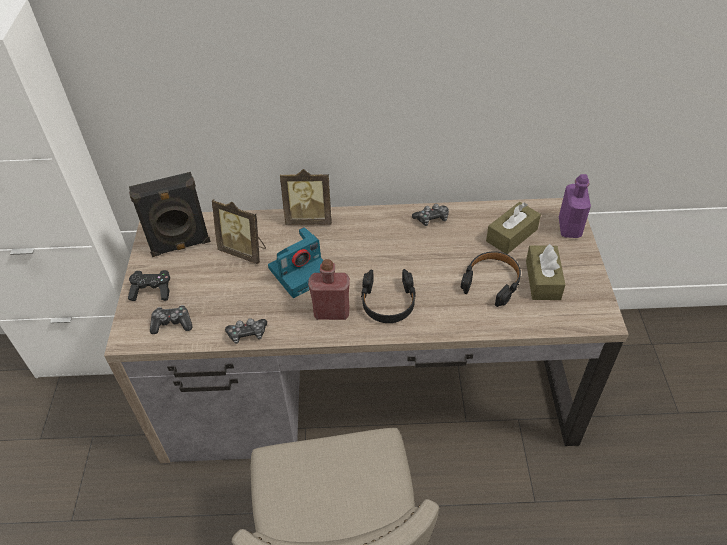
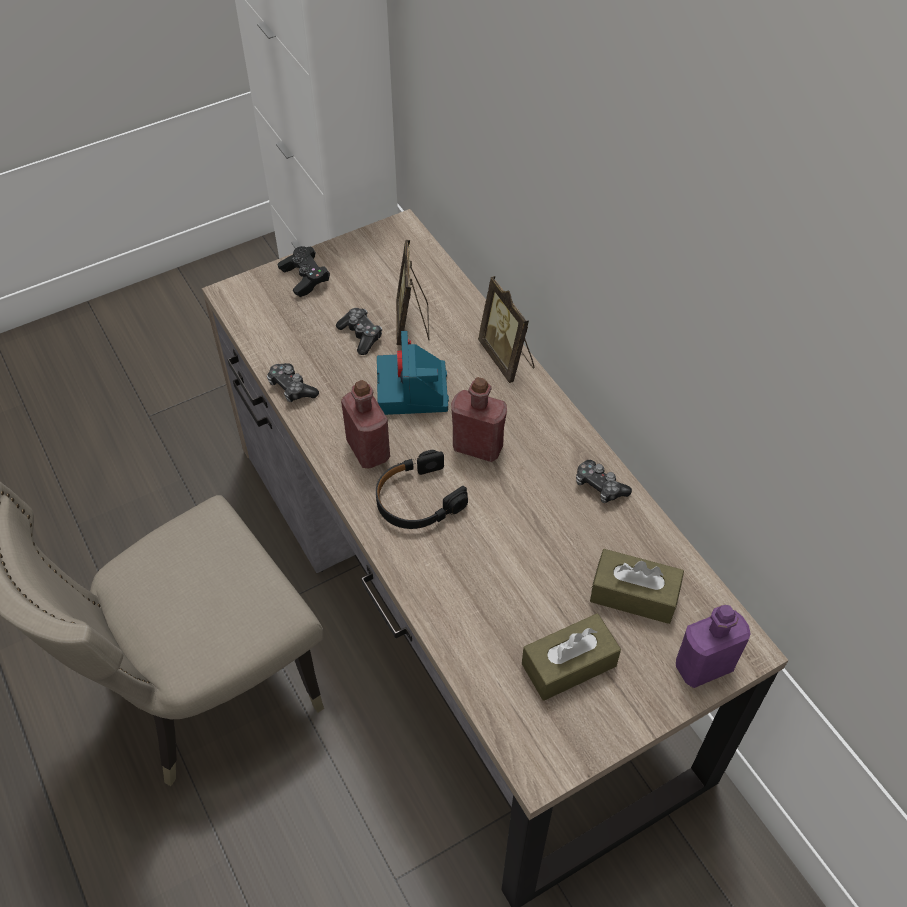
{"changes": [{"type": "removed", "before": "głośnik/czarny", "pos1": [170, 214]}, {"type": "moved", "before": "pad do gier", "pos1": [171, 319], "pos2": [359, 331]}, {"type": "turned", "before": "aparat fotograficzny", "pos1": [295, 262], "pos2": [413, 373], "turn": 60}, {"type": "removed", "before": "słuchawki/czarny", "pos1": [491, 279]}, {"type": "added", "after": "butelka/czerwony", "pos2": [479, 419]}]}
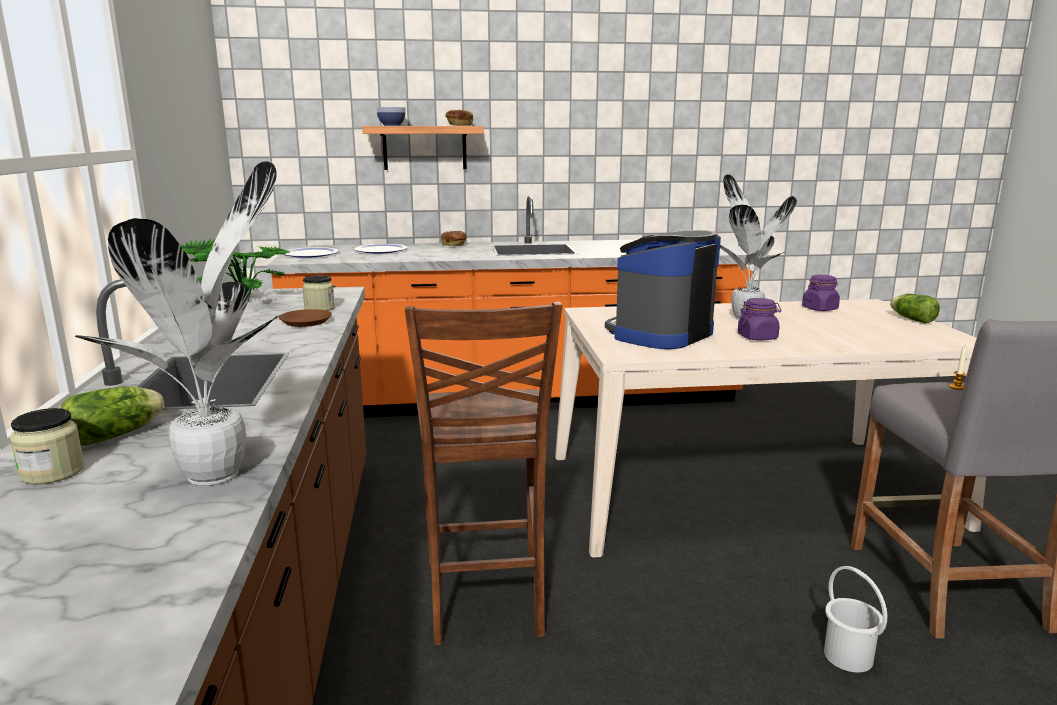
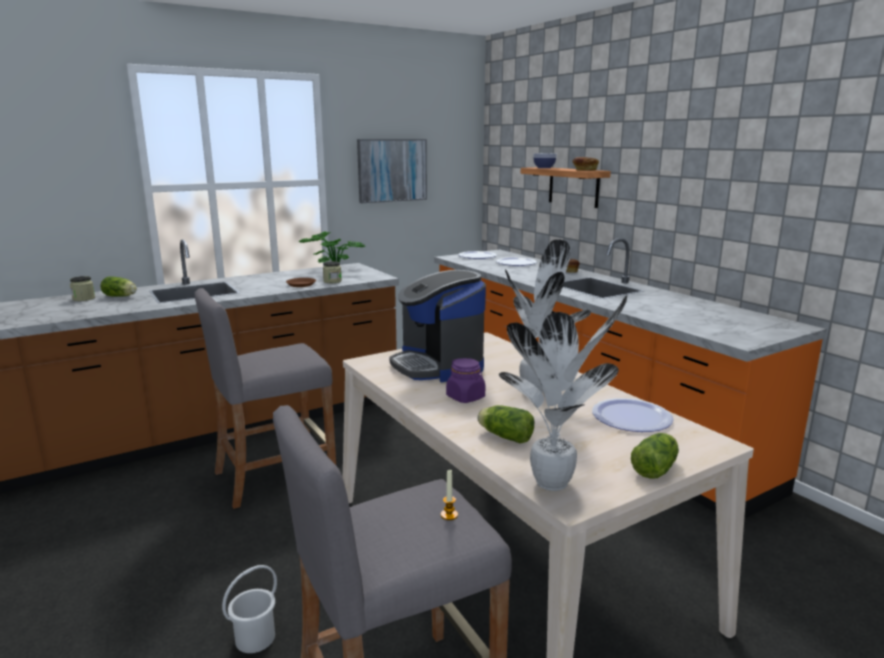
{"changes": [{"type": "moved", "before": "roślina doniczkowa", "pos1": [177, 323], "pos2": [563, 393]}, {"type": "replaced", "before": "krzesło/brązowy", "after": "stołek/szary", "pos1": [483, 474], "pos2": [265, 398]}, {"type": "turned", "before": "ekspres do kawy", "pos1": [663, 289], "pos2": [437, 326], "turn": -135}, {"type": "replaced", "before": "słoik/fioletowy", "after": "talerz", "pos1": [821, 293], "pos2": [633, 415]}, {"type": "added", "after": "obraz", "pos2": [392, 171]}, {"type": "added", "after": "sałata", "pos2": [505, 424]}]}
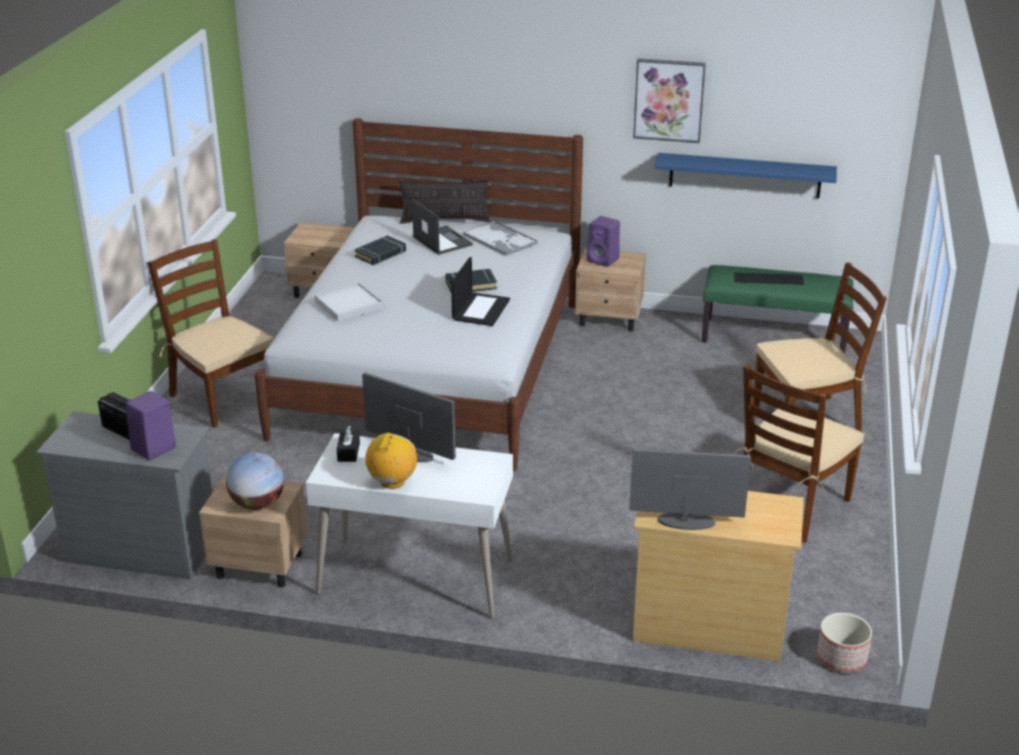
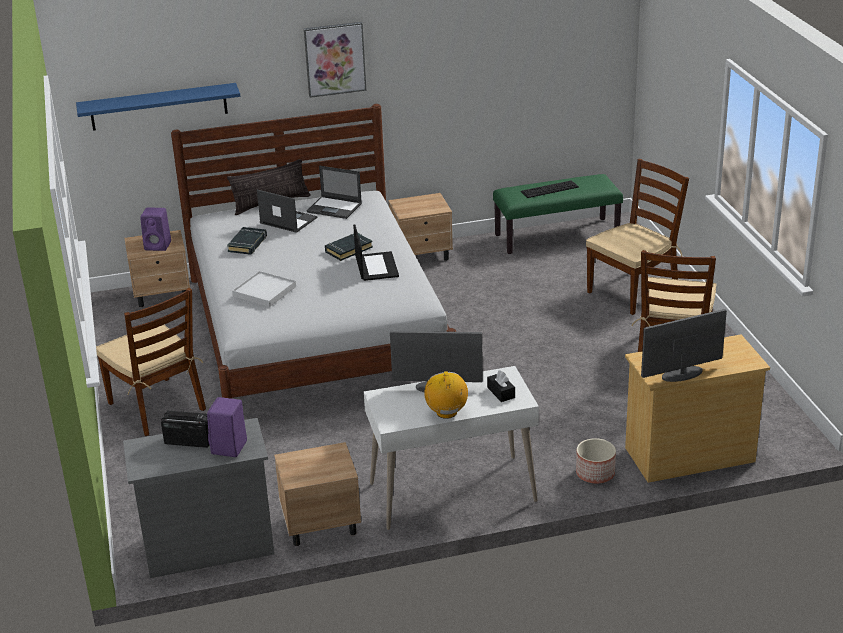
{"changes": [{"type": "turned", "before": "krzesło/brązowy", "pos1": [210, 333], "pos2": [151, 362], "turn": -150}, {"type": "removed", "before": "globus", "pos1": [255, 481]}, {"type": "moved", "before": "pudełko chusteczek/czarny", "pos1": [348, 444], "pos2": [501, 386]}, {"type": "replaced", "before": "taca", "after": "laptop", "pos1": [500, 238], "pos2": [334, 192]}, {"type": "moved", "before": "głośnik/fioletowy", "pos1": [603, 241], "pos2": [155, 229]}, {"type": "moved", "before": "obraz", "pos1": [669, 101], "pos2": [335, 60]}, {"type": "moved", "before": "półka/niebieski", "pos1": [745, 176], "pos2": [158, 107]}, {"type": "moved", "before": "donica", "pos1": [844, 643], "pos2": [596, 460]}]}
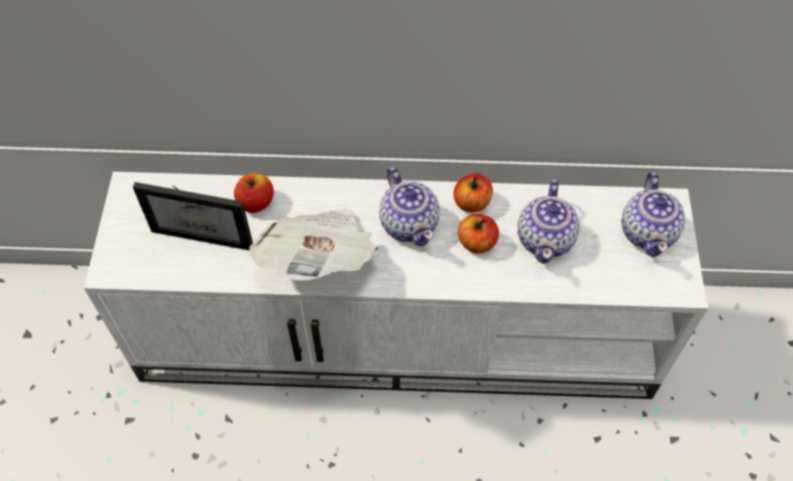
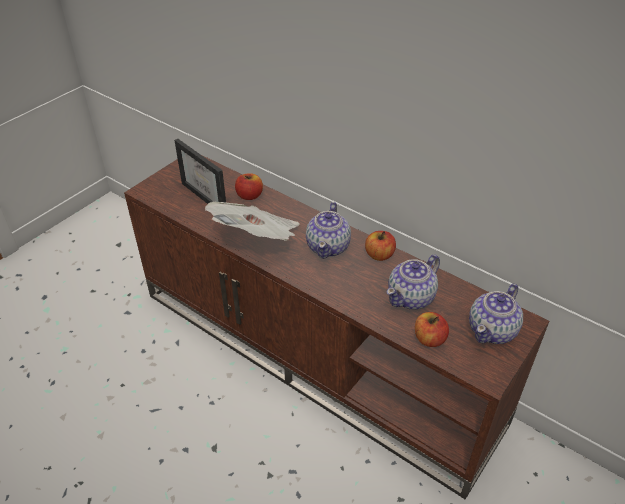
{"changes": [{"type": "recoloured", "before": "szafka pod telewizor/biały", "after": "szafka pod telewizor/brązowy", "pos1": [396, 285], "pos2": [336, 326]}, {"type": "moved", "before": "jabłko", "pos1": [478, 233], "pos2": [432, 329]}]}
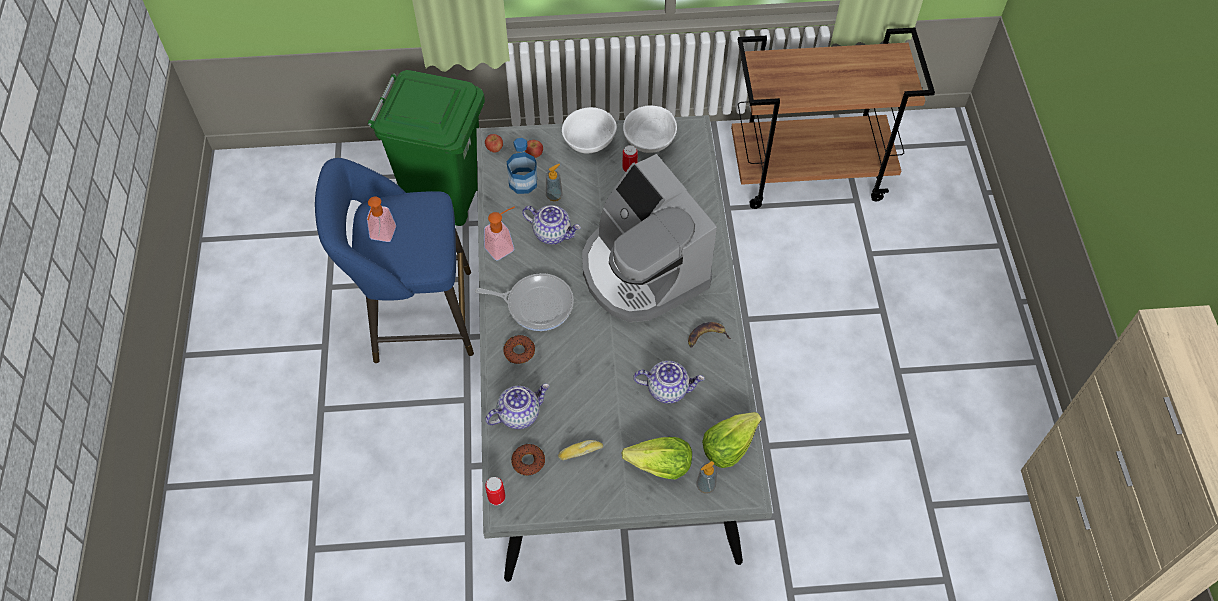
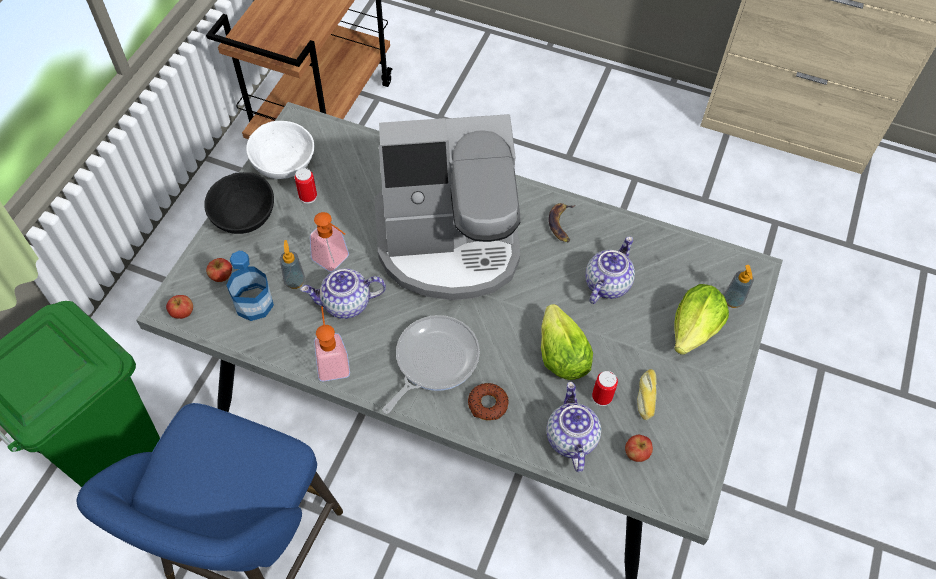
{"changes": [{"type": "moved", "before": "dozownik mydła", "pos1": [381, 219], "pos2": [329, 242]}, {"type": "moved", "before": "puszka", "pos1": [495, 491], "pos2": [605, 388]}, {"type": "replaced", "before": "donut", "after": "jabłko", "pos1": [528, 459], "pos2": [639, 448]}, {"type": "turned", "before": "imbryk", "pos1": [551, 224], "pos2": [343, 293], "turn": -150}, {"type": "recoloured", "before": "miska/biały", "after": "miska/czarny", "pos1": [589, 130], "pos2": [239, 203]}, {"type": "moved", "before": "sałata", "pos1": [732, 440], "pos2": [567, 342]}]}
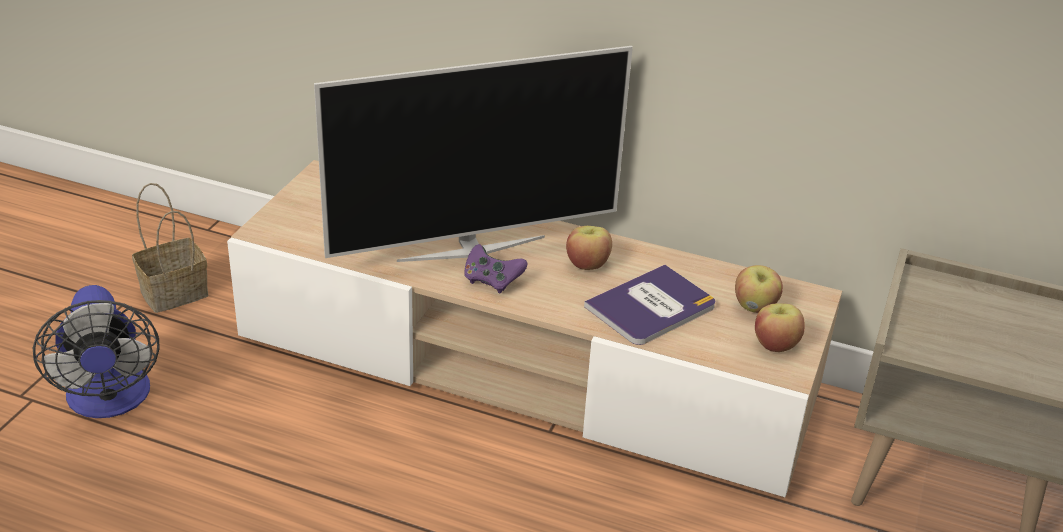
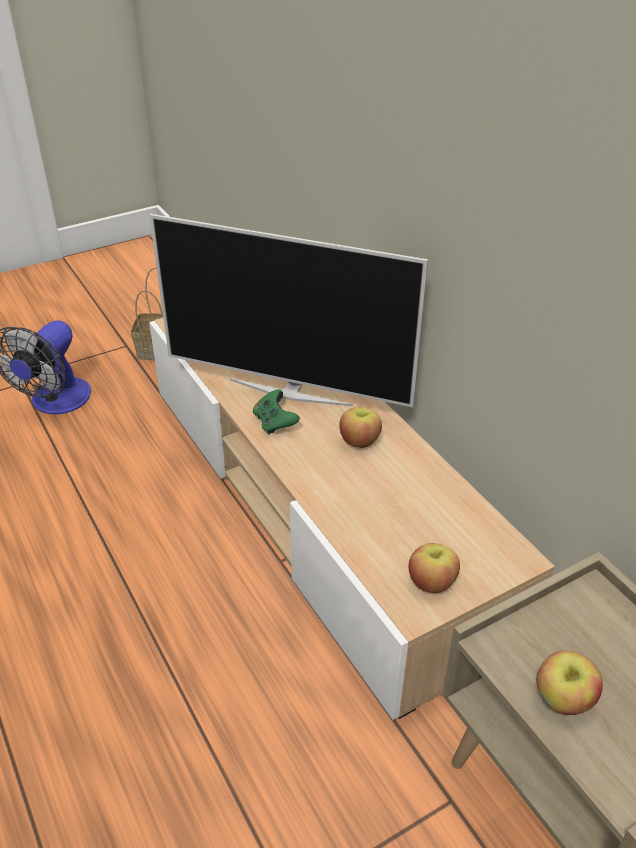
{"changes": [{"type": "recoloured", "before": "pad do gier/fioletowy", "after": "pad do gier/zielony", "pos1": [495, 269], "pos2": [276, 411]}, {"type": "removed", "before": "książka", "pos1": [649, 305]}, {"type": "moved", "before": "jabłko", "pos1": [759, 289], "pos2": [569, 683]}]}
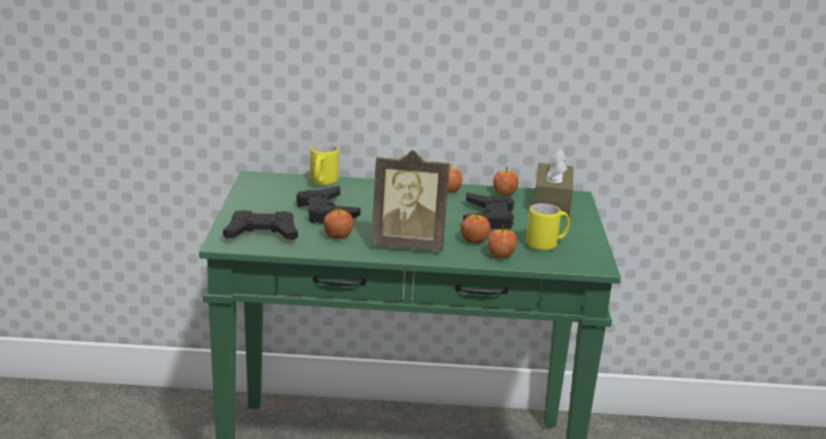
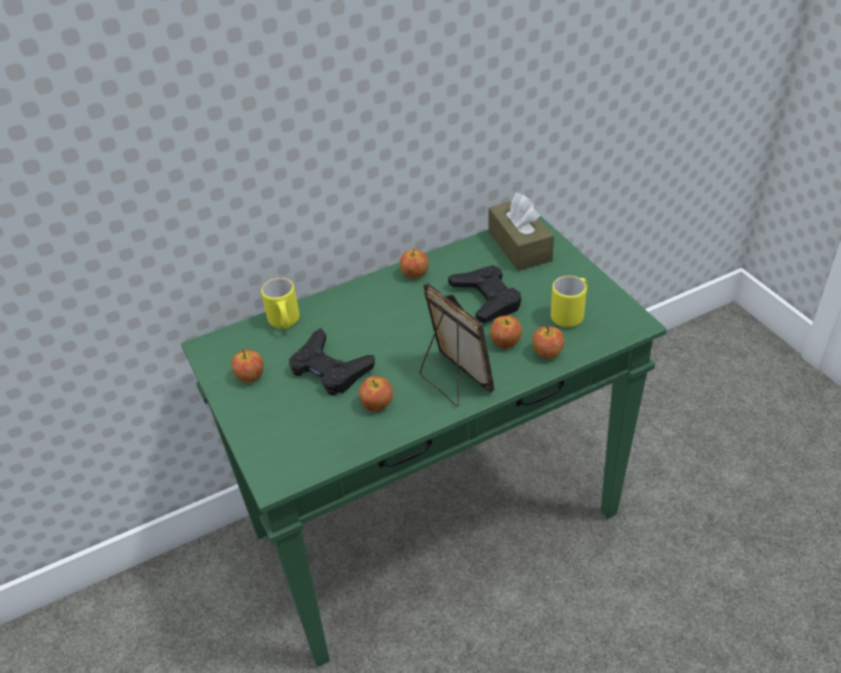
{"changes": [{"type": "removed", "before": "pad do gier/czarny", "pos1": [260, 225]}, {"type": "turned", "before": "ramka na zdjęcie", "pos1": [410, 200], "pos2": [457, 344], "turn": -105}, {"type": "moved", "before": "jabłko", "pos1": [506, 181], "pos2": [247, 366]}]}
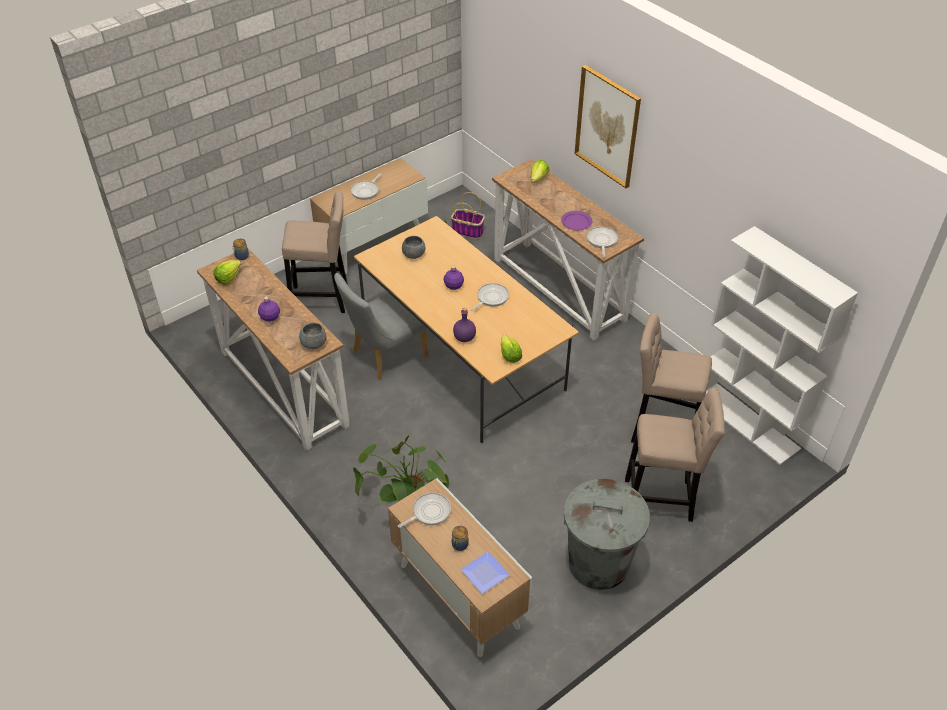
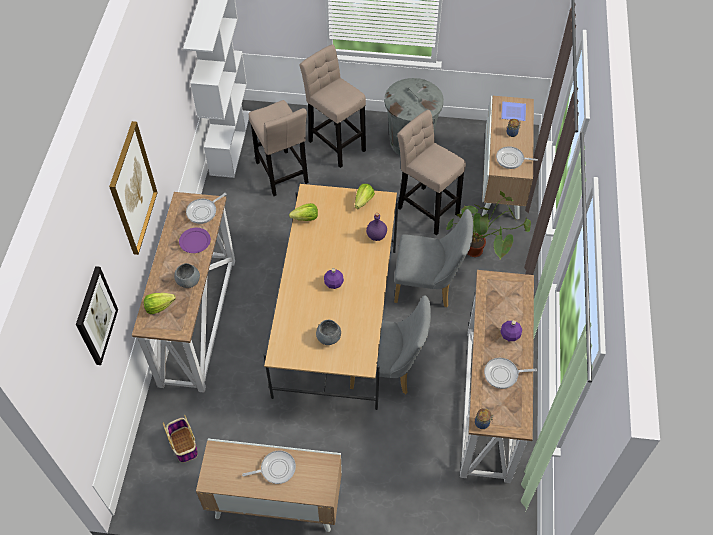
{"changes": [{"type": "moved", "before": "sałata", "pos1": [227, 272], "pos2": [303, 212]}, {"type": "moved", "before": "stołek/beżowy", "pos1": [315, 252], "pos2": [431, 172]}, {"type": "moved", "before": "miska/szary", "pos1": [313, 336], "pos2": [187, 275]}, {"type": "moved", "before": "patelnia", "pos1": [490, 297], "pos2": [510, 373]}, {"type": "added", "after": "obraz", "pos2": [97, 315]}, {"type": "added", "after": "krzesło/szary", "pos2": [433, 258]}]}
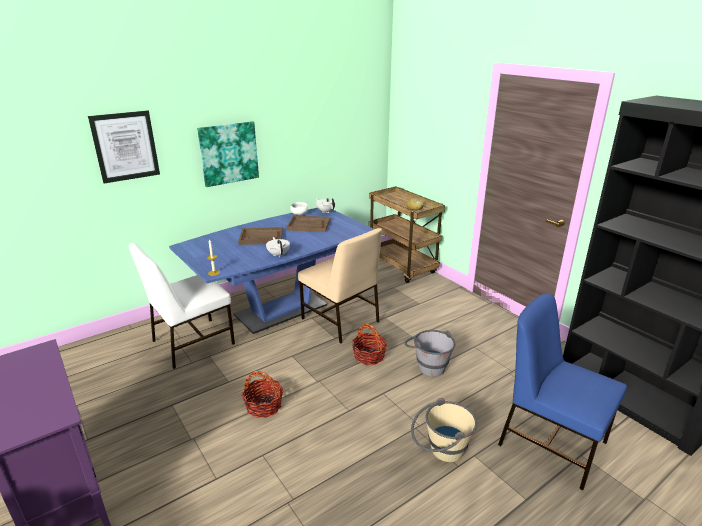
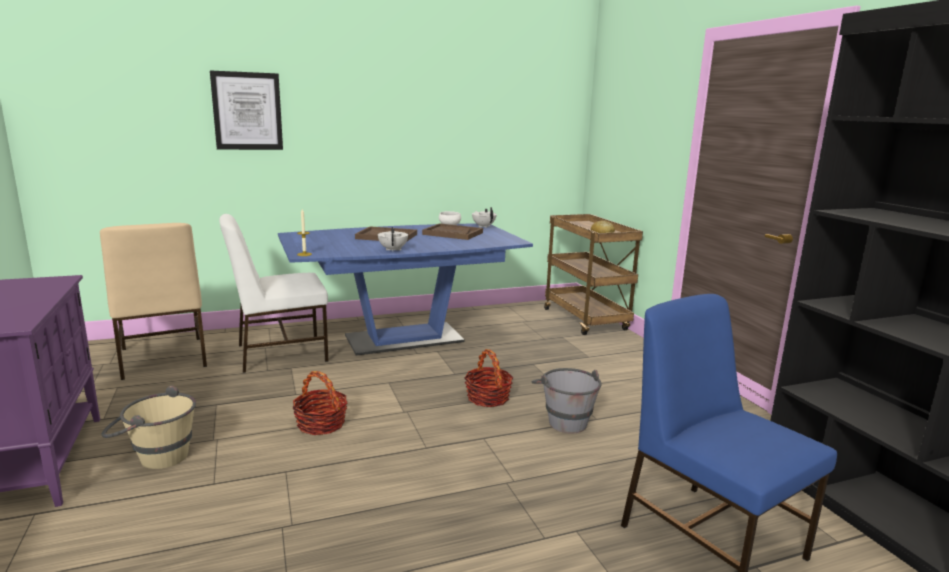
{"changes": [{"type": "removed", "before": "obraz", "pos1": [228, 154]}, {"type": "moved", "before": "krzesło/beżowy", "pos1": [340, 285], "pos2": [153, 301]}, {"type": "moved", "before": "wiadro/beżowy", "pos1": [444, 430], "pos2": [149, 427]}]}
